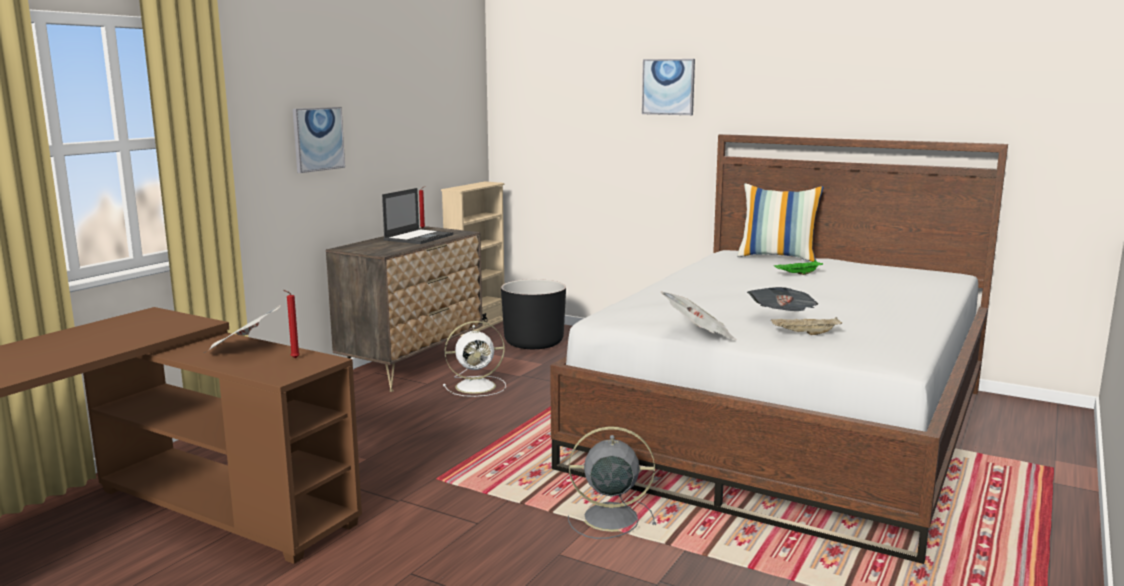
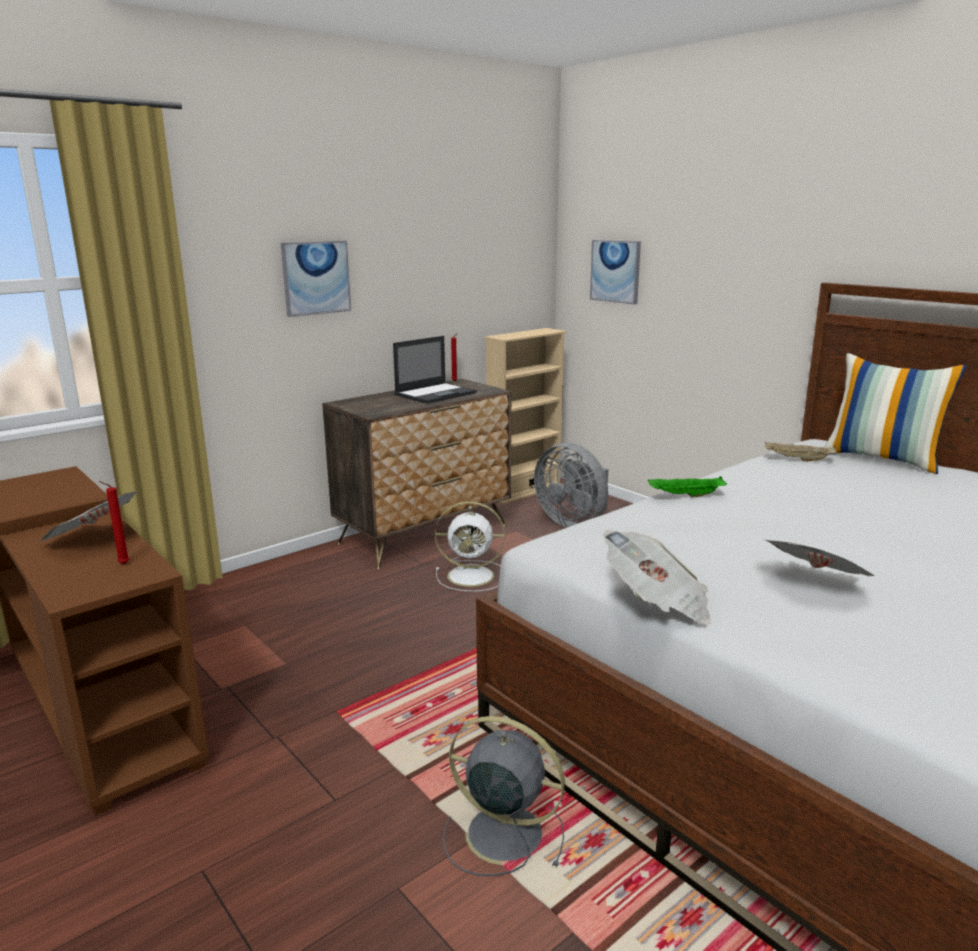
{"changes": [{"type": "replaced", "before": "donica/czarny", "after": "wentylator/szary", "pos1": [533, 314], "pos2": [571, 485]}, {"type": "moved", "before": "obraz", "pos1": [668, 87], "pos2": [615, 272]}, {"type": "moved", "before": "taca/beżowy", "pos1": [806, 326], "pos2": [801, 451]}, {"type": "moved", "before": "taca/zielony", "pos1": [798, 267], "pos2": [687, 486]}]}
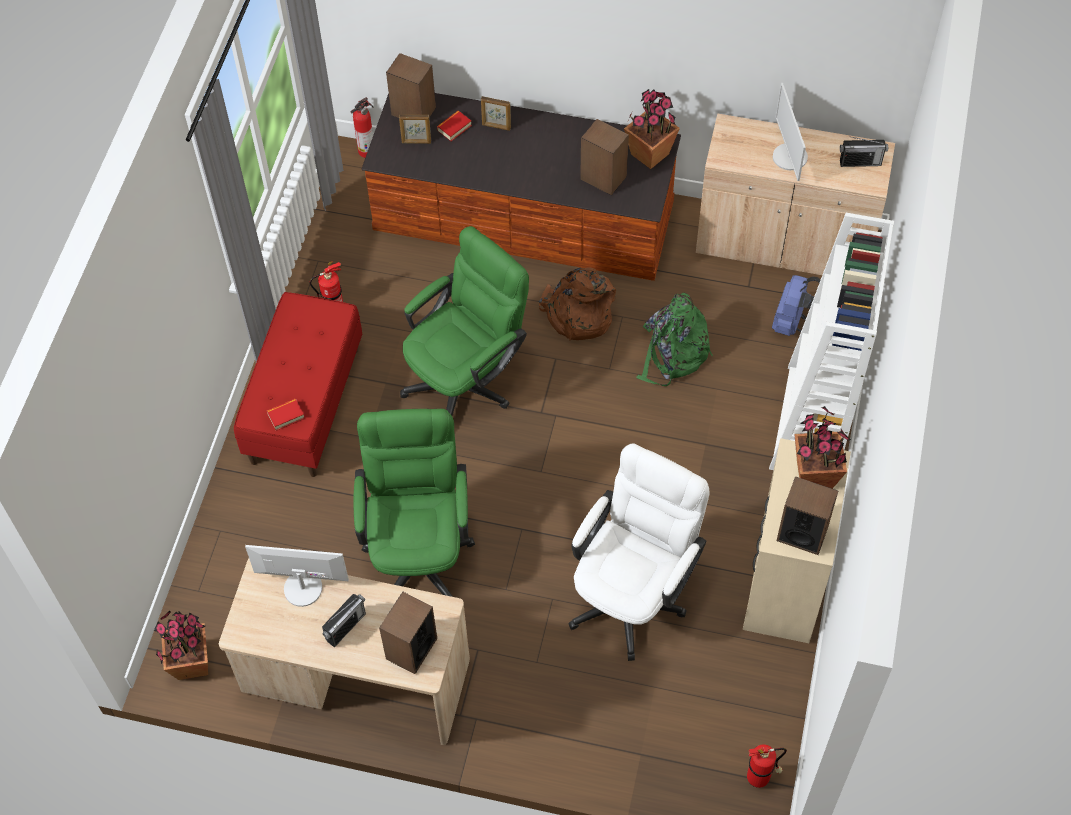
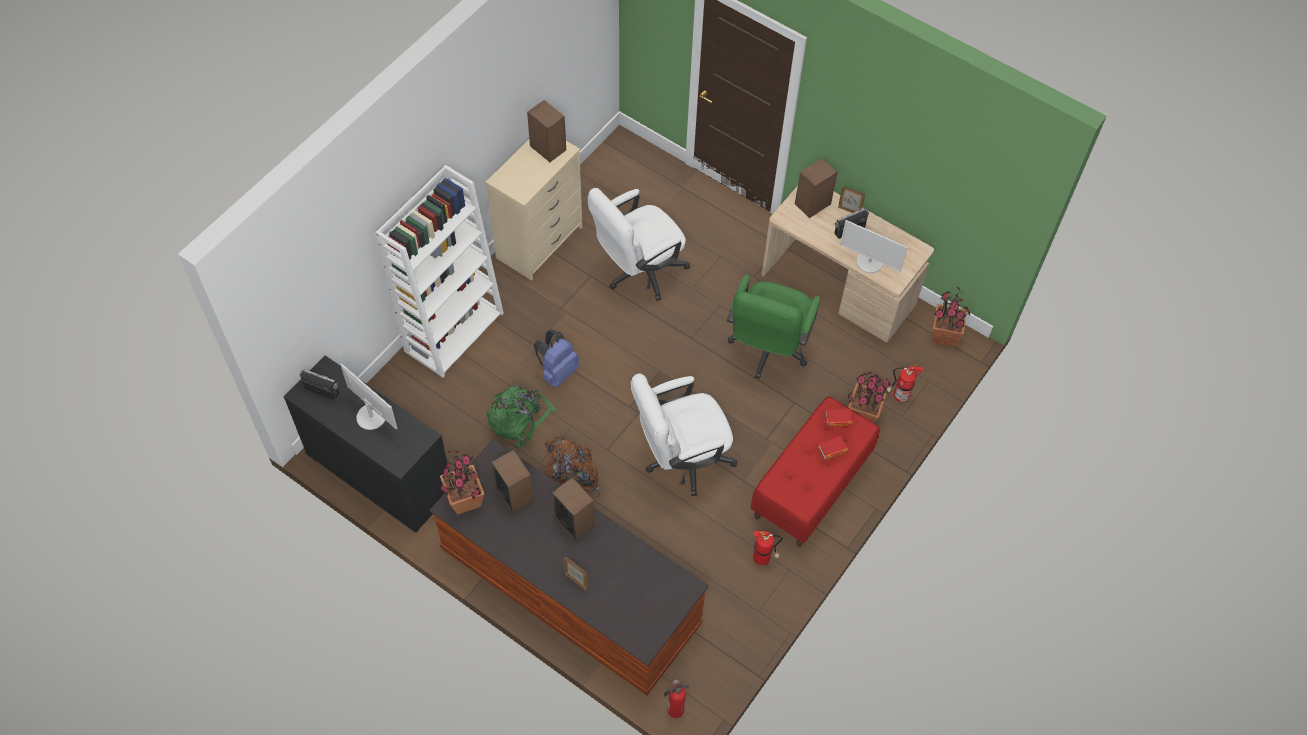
{"changes": [{"type": "moved", "before": "głośnik", "pos1": [411, 85], "pos2": [573, 509]}, {"type": "moved", "before": "ramka na zdjęcie", "pos1": [415, 129], "pos2": [851, 199]}, {"type": "recoloured", "before": "krzesło biurowe/zielony", "after": "krzesło biurowe/biały", "pos1": [464, 320], "pos2": [684, 434]}, {"type": "moved", "before": "książka", "pos1": [454, 126], "pos2": [833, 448]}, {"type": "recoloured", "before": "szafka/beżowy", "after": "szafka/czarny", "pos1": [795, 194], "pos2": [366, 444]}, {"type": "moved", "before": "gaśnica", "pos1": [767, 766], "pos2": [905, 383]}, {"type": "moved", "before": "plecak/niebieski", "pos1": [796, 305], "pos2": [556, 358]}, {"type": "turned", "before": "monitor", "pos1": [790, 132], "pos2": [369, 397], "turn": -60}, {"type": "moved", "before": "roślina doniczkowa", "pos1": [822, 447], "pos2": [869, 397]}]}
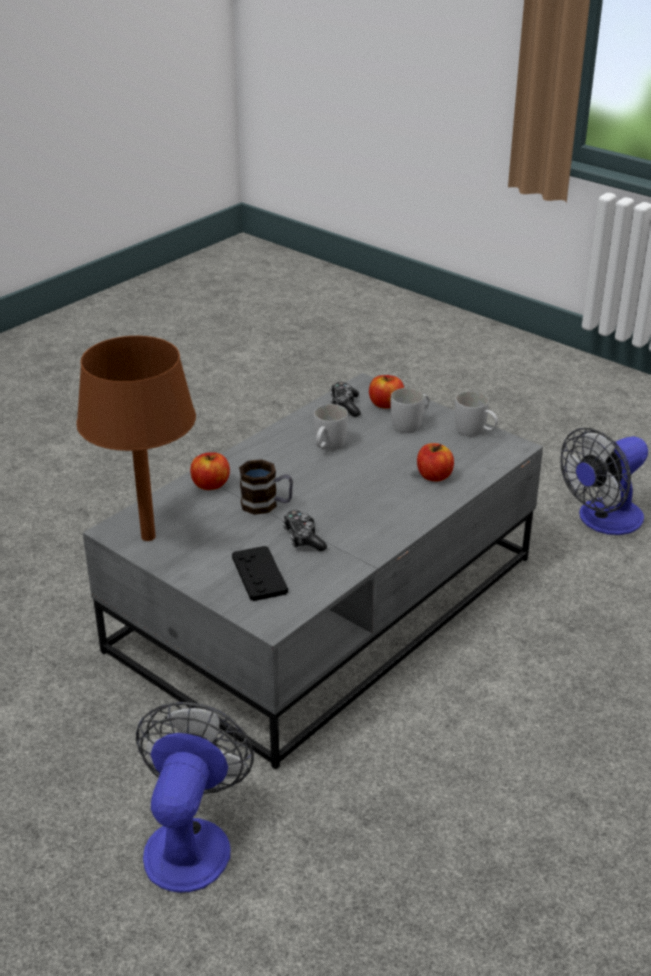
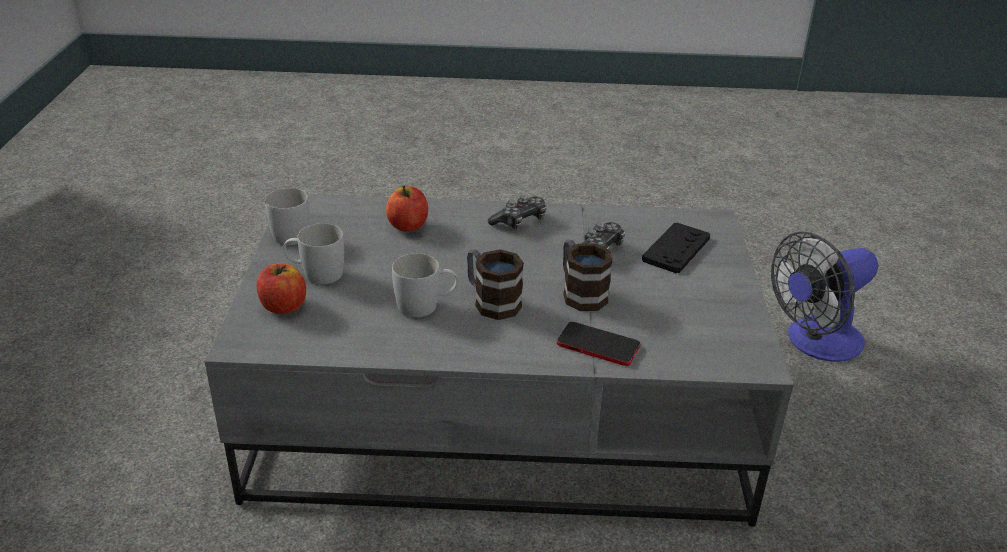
{"changes": [{"type": "removed", "before": "lampa stołowa/brązowy", "pos1": [136, 438]}, {"type": "replaced", "before": "jabłko", "after": "telefon", "pos1": [210, 471], "pos2": [599, 344]}, {"type": "moved", "before": "pad do gier", "pos1": [345, 399], "pos2": [517, 212]}, {"type": "removed", "before": "wentylator", "pos1": [604, 481]}, {"type": "added", "after": "kubek", "pos2": [495, 284]}]}
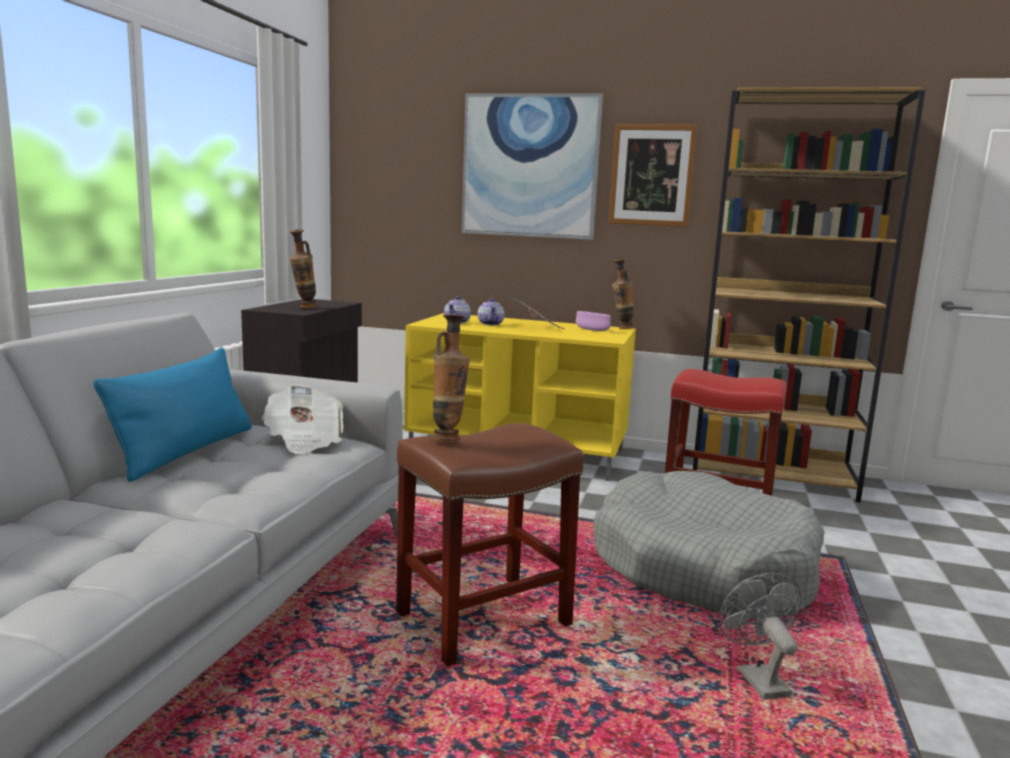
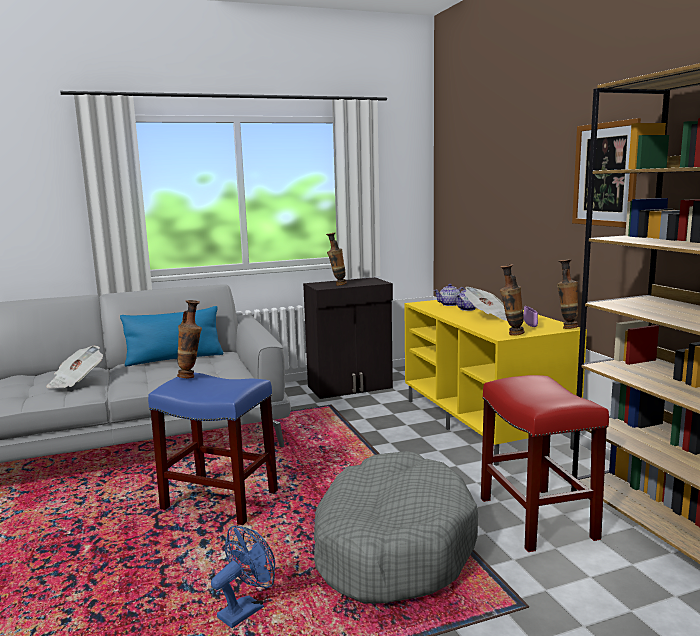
{"changes": [{"type": "moved", "before": "gazeta", "pos1": [302, 419], "pos2": [74, 367]}, {"type": "recoloured", "before": "stołek/brązowy", "after": "stołek/niebieski", "pos1": [489, 545], "pos2": [213, 449]}, {"type": "removed", "before": "obraz", "pos1": [532, 166]}, {"type": "recoloured", "before": "wentylator/szary", "after": "wentylator/niebieski", "pos1": [760, 636], "pos2": [243, 577]}, {"type": "added", "after": "wazon", "pos2": [512, 300]}]}
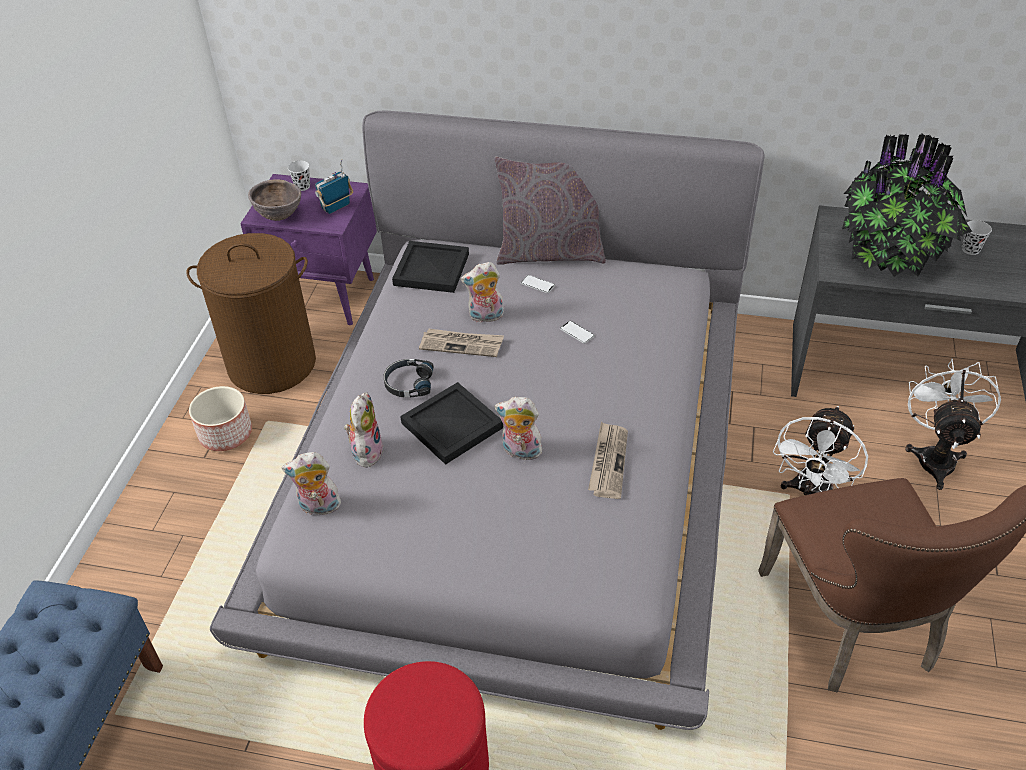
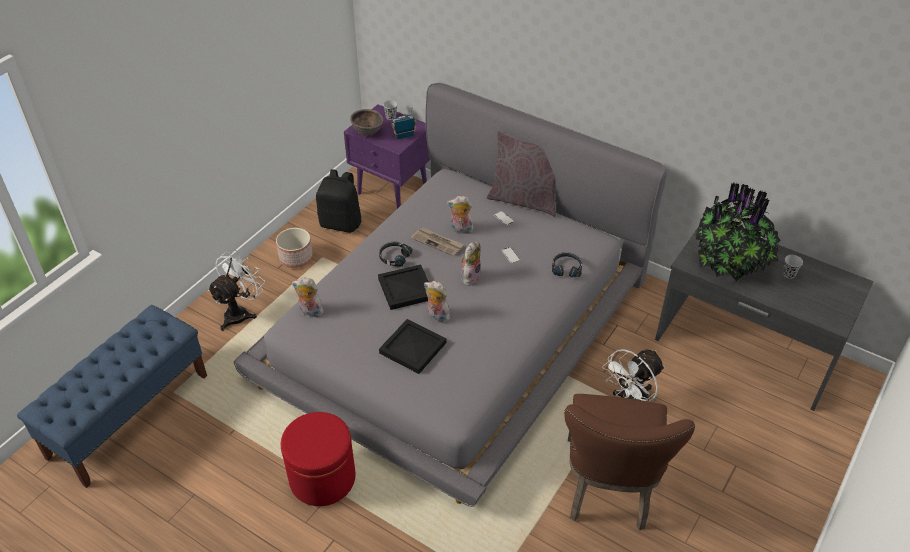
{"changes": [{"type": "replaced", "before": "kosz na pranie/brązowy", "after": "plecak/czarny", "pos1": [251, 313], "pos2": [339, 201]}, {"type": "moved", "before": "pluszak", "pos1": [364, 430], "pos2": [471, 264]}, {"type": "moved", "before": "taca/czarny", "pos1": [430, 267], "pos2": [412, 346]}, {"type": "removed", "before": "gazeta", "pos1": [608, 460]}, {"type": "moved", "before": "wentylator/biały", "pos1": [953, 424], "pos2": [236, 290]}, {"type": "added", "after": "słuchawki/czarny", "pos2": [567, 265]}]}
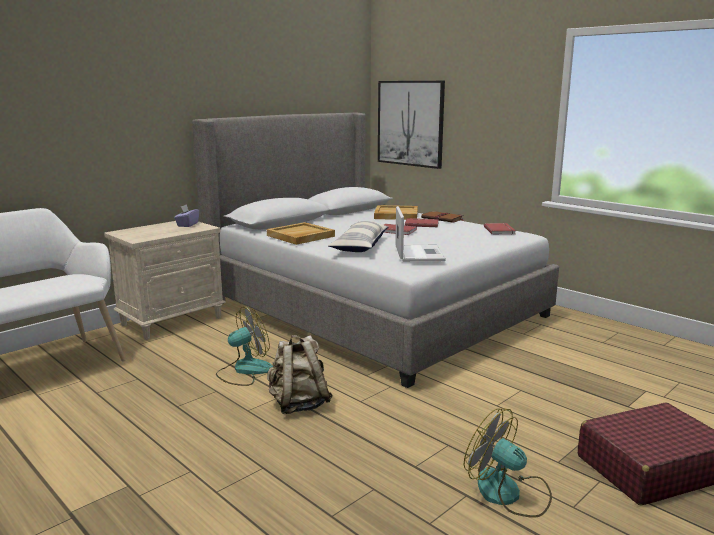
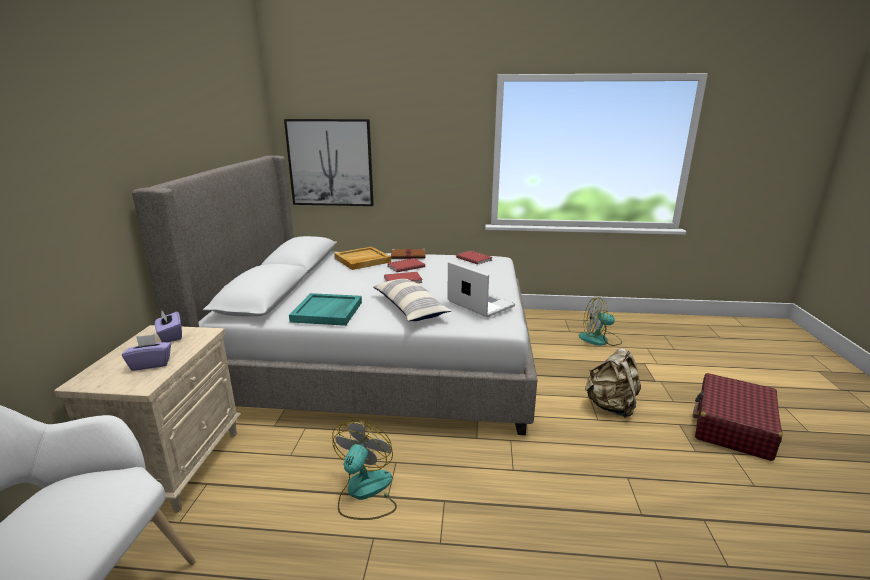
{"changes": [{"type": "recoloured", "before": "taca/beżowy", "after": "taca/turkusowy", "pos1": [301, 233], "pos2": [325, 309]}, {"type": "moved", "before": "plecak/beżowy", "pos1": [300, 374], "pos2": [613, 383]}, {"type": "moved", "before": "wentylator", "pos1": [508, 463], "pos2": [600, 321]}, {"type": "added", "after": "pudełko chusteczek/fioletowy", "pos2": [146, 352]}]}
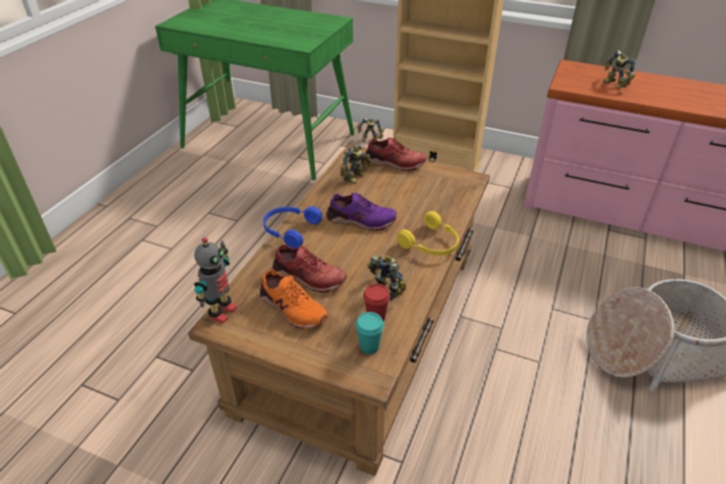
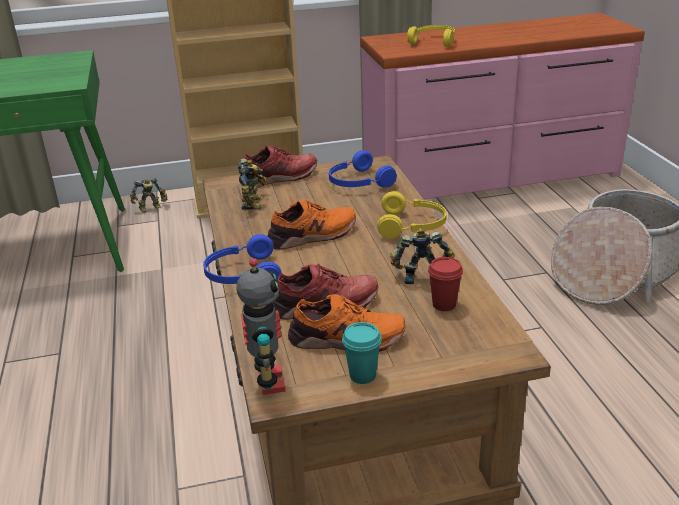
{"changes": [{"type": "recoloured", "before": "but/fioletowy", "after": "but/pomarańczowy", "pos1": [362, 212], "pos2": [311, 224]}, {"type": "moved", "before": "filiżanka/turkusowy", "pos1": [370, 333], "pos2": [362, 353]}, {"type": "replaced", "before": "robot zabawkowy", "after": "słuchawki/żółty", "pos1": [619, 69], "pos2": [431, 36]}, {"type": "added", "after": "słuchawki/niebieski", "pos2": [363, 169]}]}
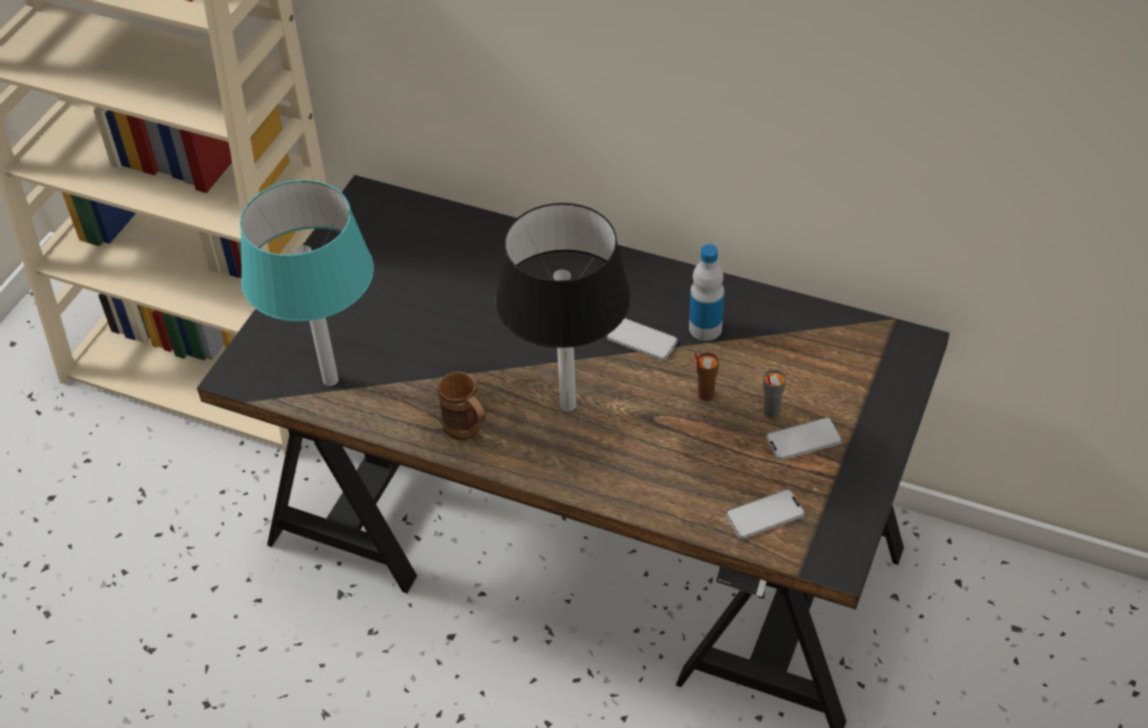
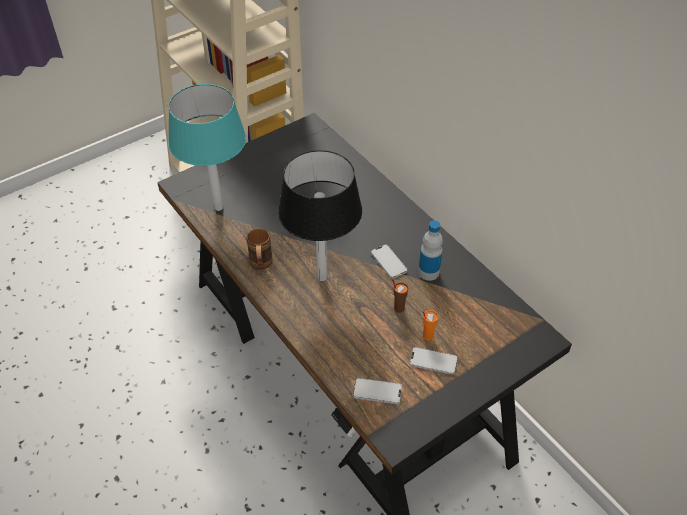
{"changes": [{"type": "recoloured", "before": "filiżanka/szary", "after": "filiżanka/pomarańczowy", "pos1": [774, 394], "pos2": [430, 325]}]}
